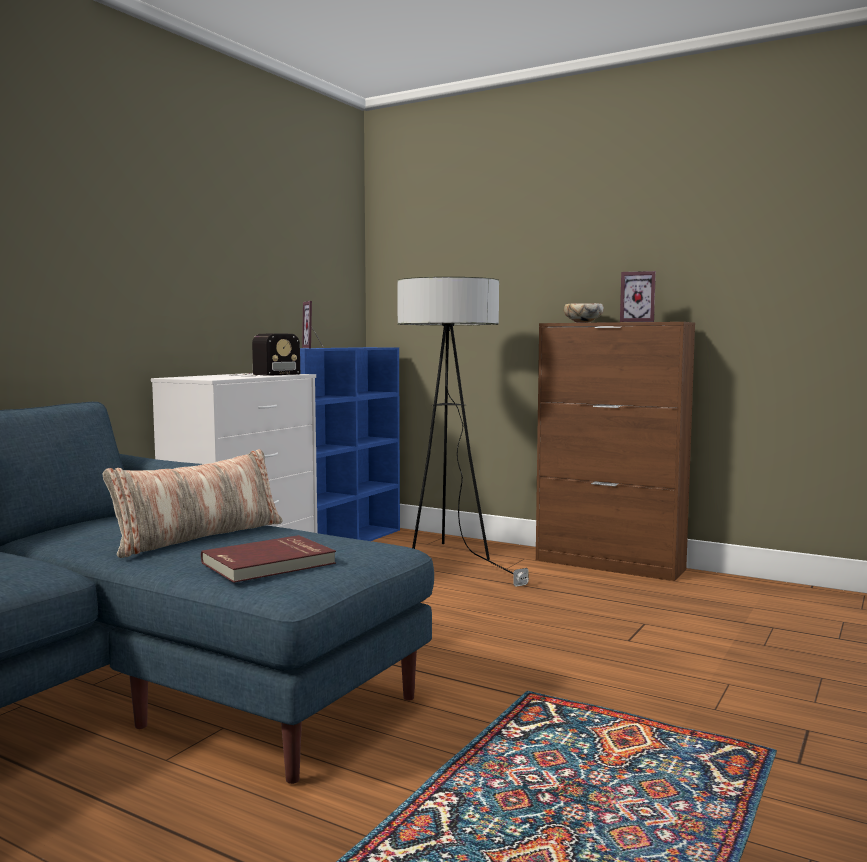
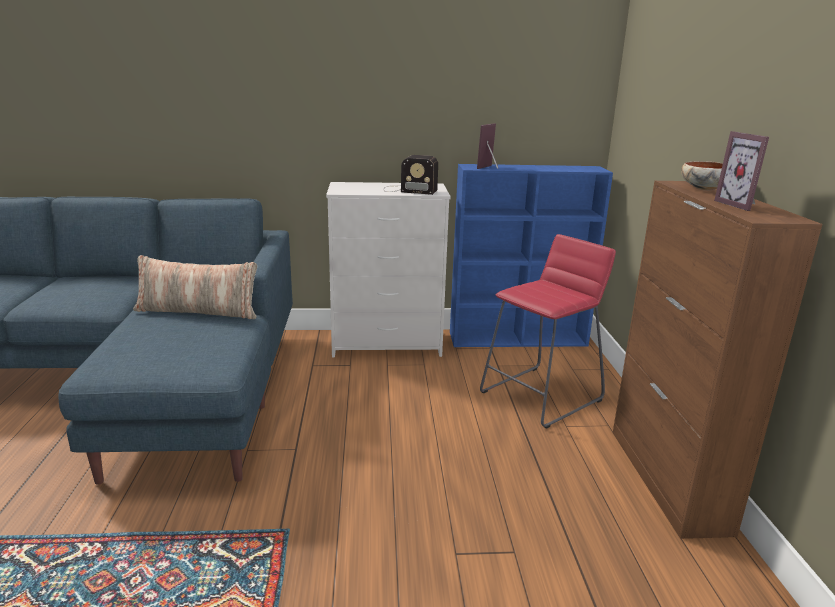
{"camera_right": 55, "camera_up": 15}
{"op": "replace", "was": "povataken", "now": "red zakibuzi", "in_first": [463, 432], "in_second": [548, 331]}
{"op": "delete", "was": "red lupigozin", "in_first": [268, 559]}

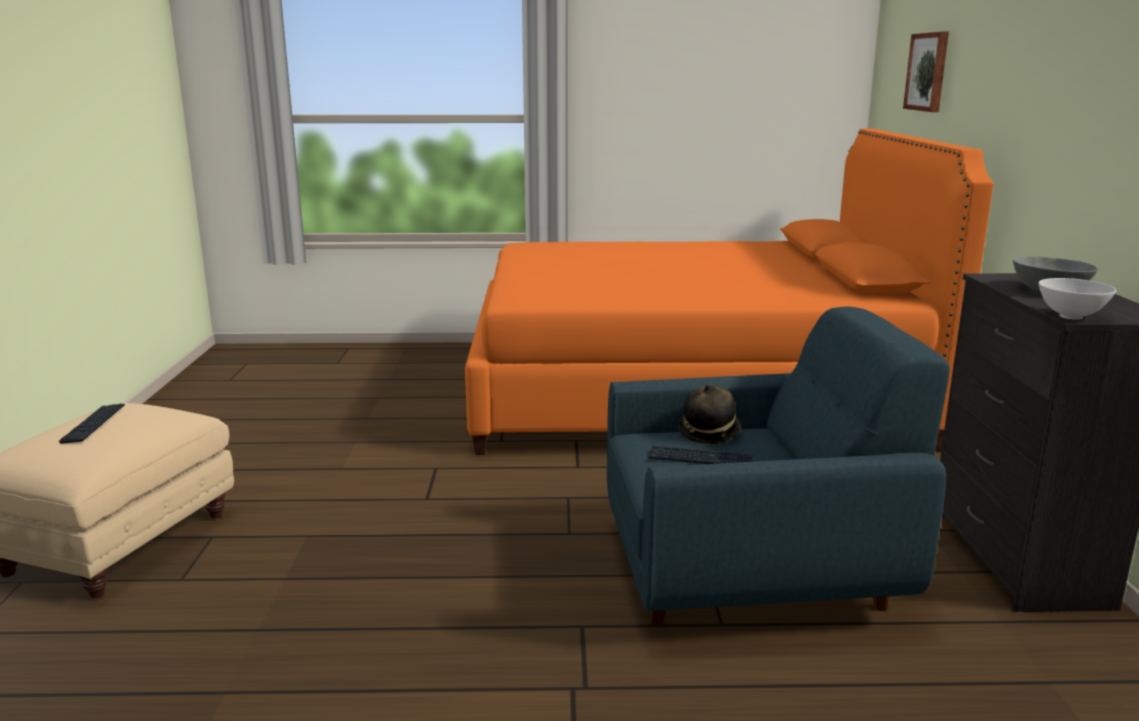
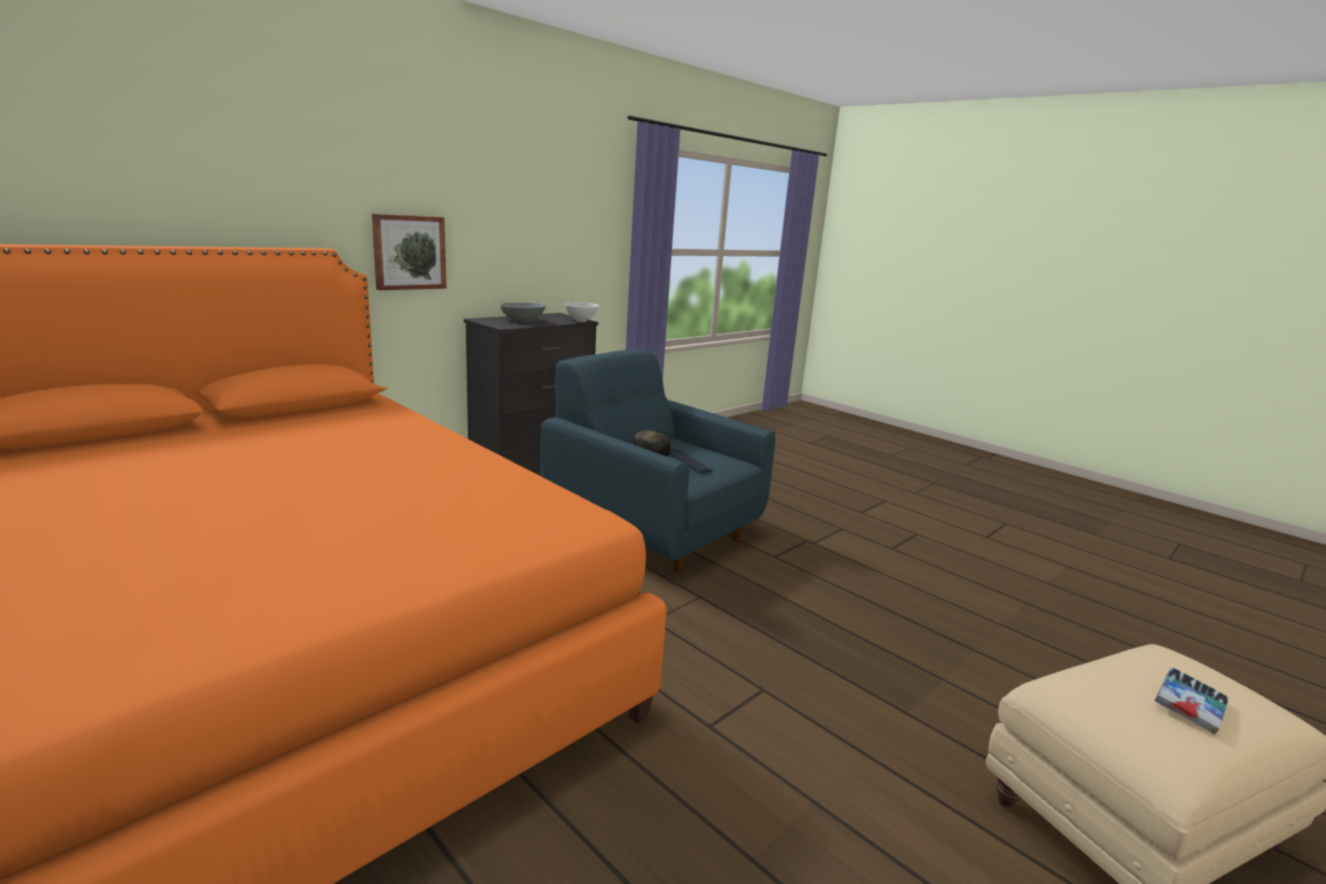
{"camera_right": -135, "camera_up": 0}
{"op": "move", "was": "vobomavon", "in_first": [926, 72], "in_second": [409, 252]}
{"op": "replace", "was": "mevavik", "now": "lupigozin", "in_first": [92, 424], "in_second": [1192, 701]}

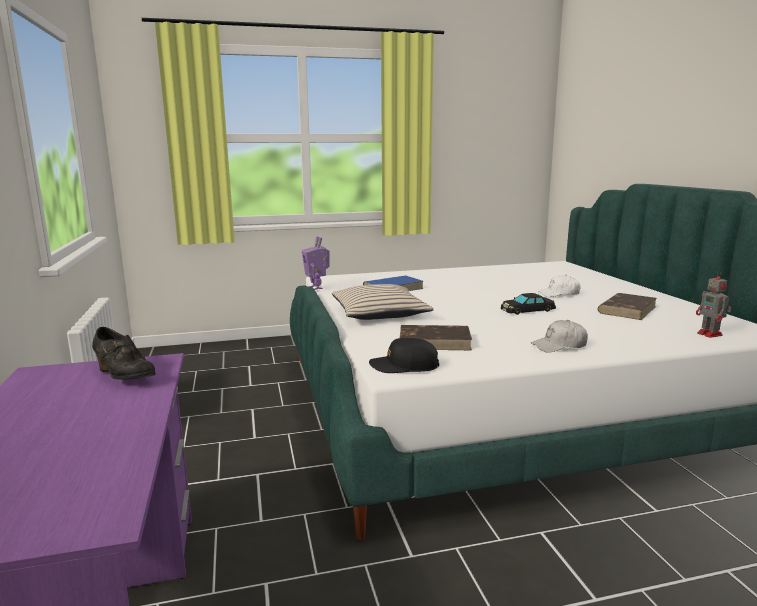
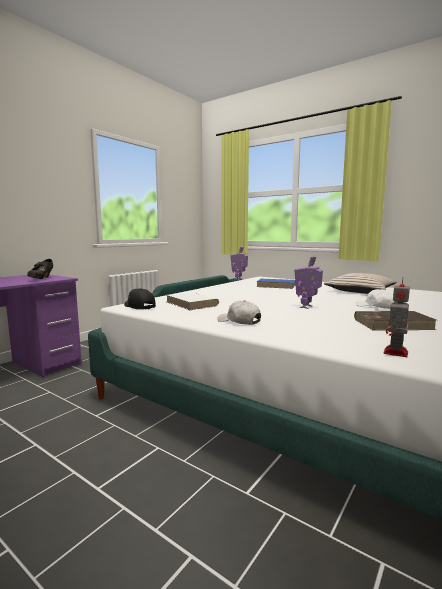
{"camera_right": 50, "camera_up": -5}
{"op": "move", "was": "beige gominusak", "in_first": [383, 302], "in_second": [360, 283]}
{"op": "replace", "was": "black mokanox", "now": "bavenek", "in_first": [528, 304], "in_second": [308, 282]}
{"op": "recolor", "was": "brown lupigozin", "now": "white lupigozin", "in_first": [436, 337], "in_second": [193, 301]}

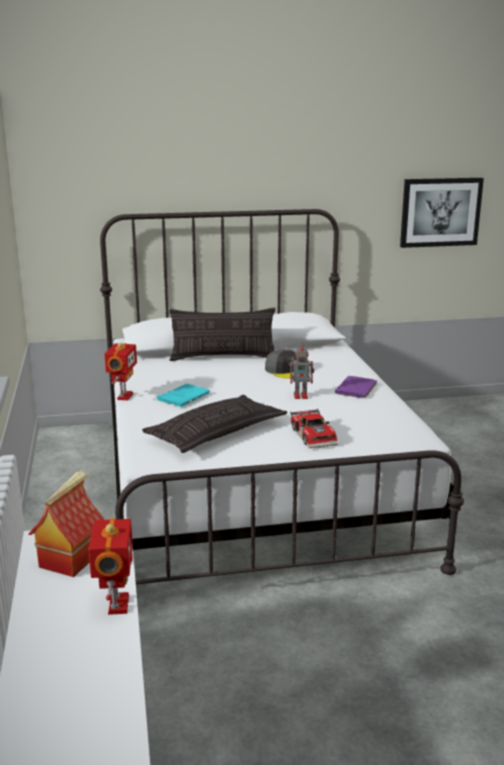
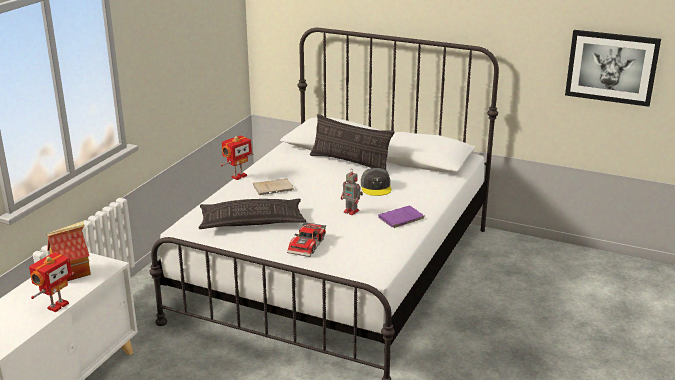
{"camera_right": 35, "camera_up": 5}
{"op": "recolor", "was": "turquoise lupigozin", "now": "beige lupigozin", "in_first": [183, 395], "in_second": [273, 186]}

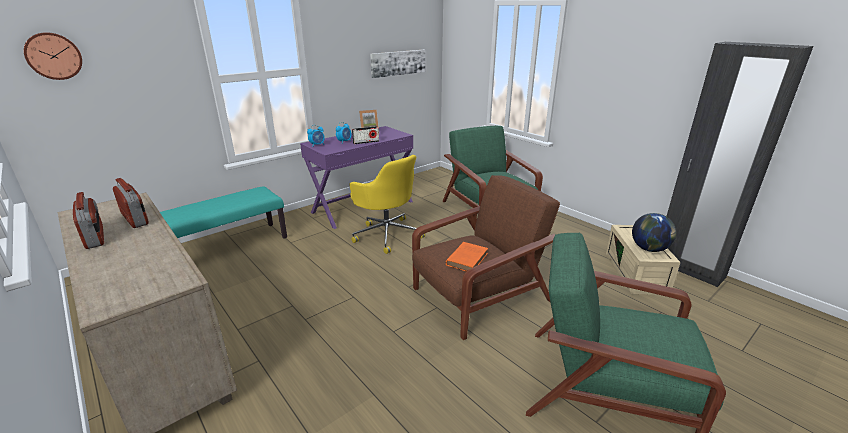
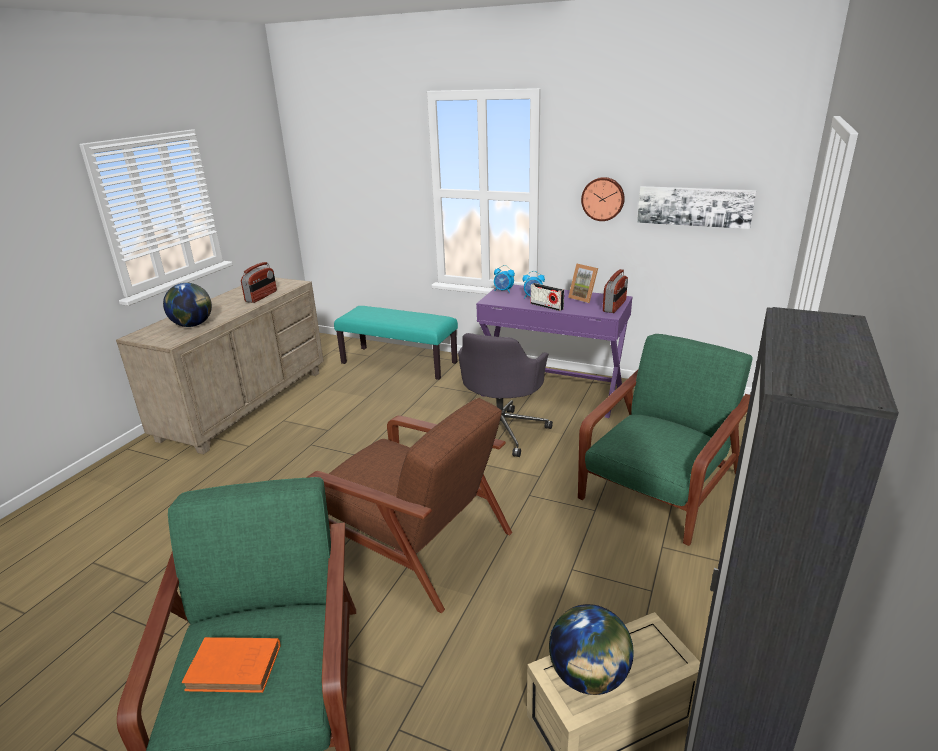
{"camera_right": 65, "camera_up": 0}
{"op": "move", "was": "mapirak", "in_first": [53, 56], "in_second": [603, 199]}
{"op": "recolor", "was": "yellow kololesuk", "now": "grey kololesuk", "in_first": [387, 204], "in_second": [505, 395]}
{"op": "move", "was": "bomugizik", "in_first": [88, 220], "in_second": [615, 291]}
{"op": "move", "was": "orange lupigozin", "in_first": [467, 256], "in_second": [231, 665]}
{"op": "insert", "now": "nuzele", "in_second": [187, 305]}

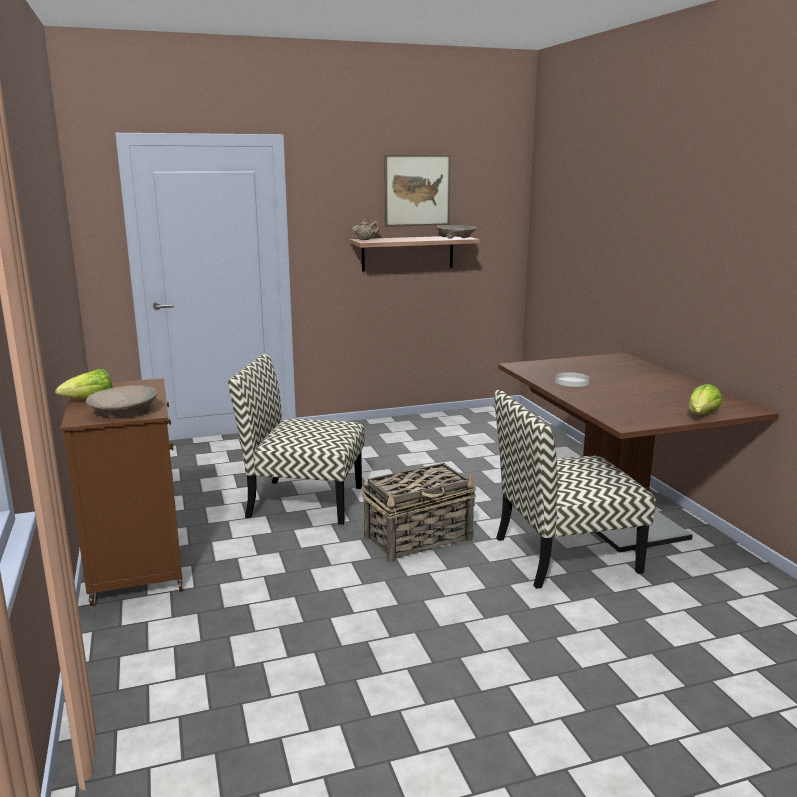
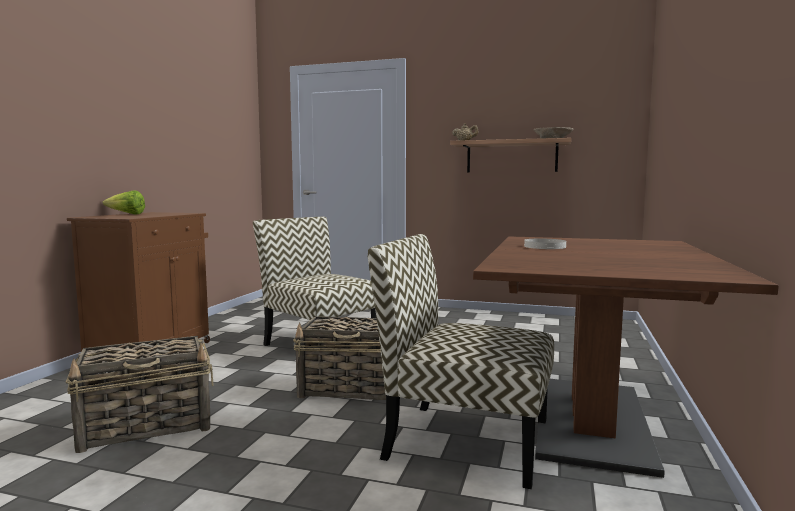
{"camera_right": 35, "camera_up": -10}
{"op": "delete", "was": "vobomavon", "in_first": [417, 191]}
{"op": "delete", "was": "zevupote", "in_first": [705, 399]}
{"op": "delete", "was": "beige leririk", "in_first": [121, 401]}
{"op": "insert", "now": "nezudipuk", "in_second": [139, 394]}

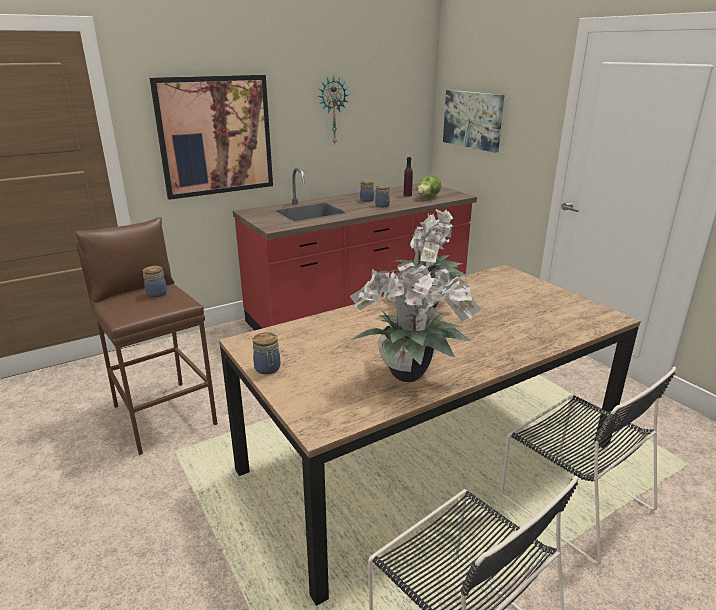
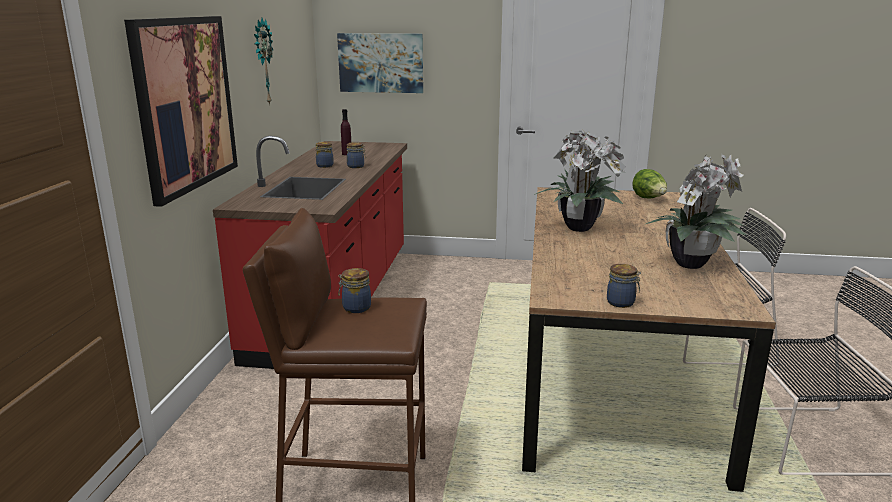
{"camera_right": -50, "camera_up": -5}
{"op": "move", "was": "zevupote", "in_first": [429, 186], "in_second": [649, 184]}

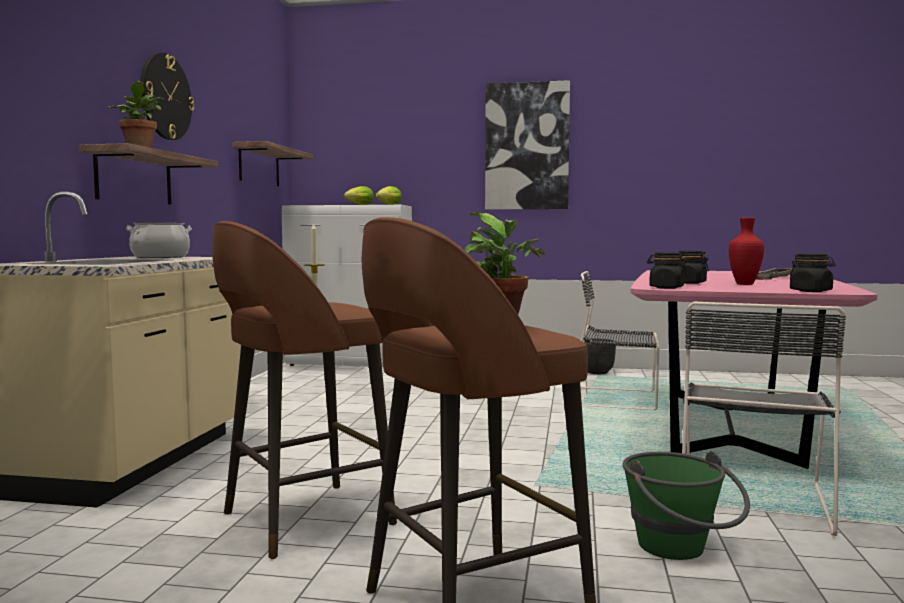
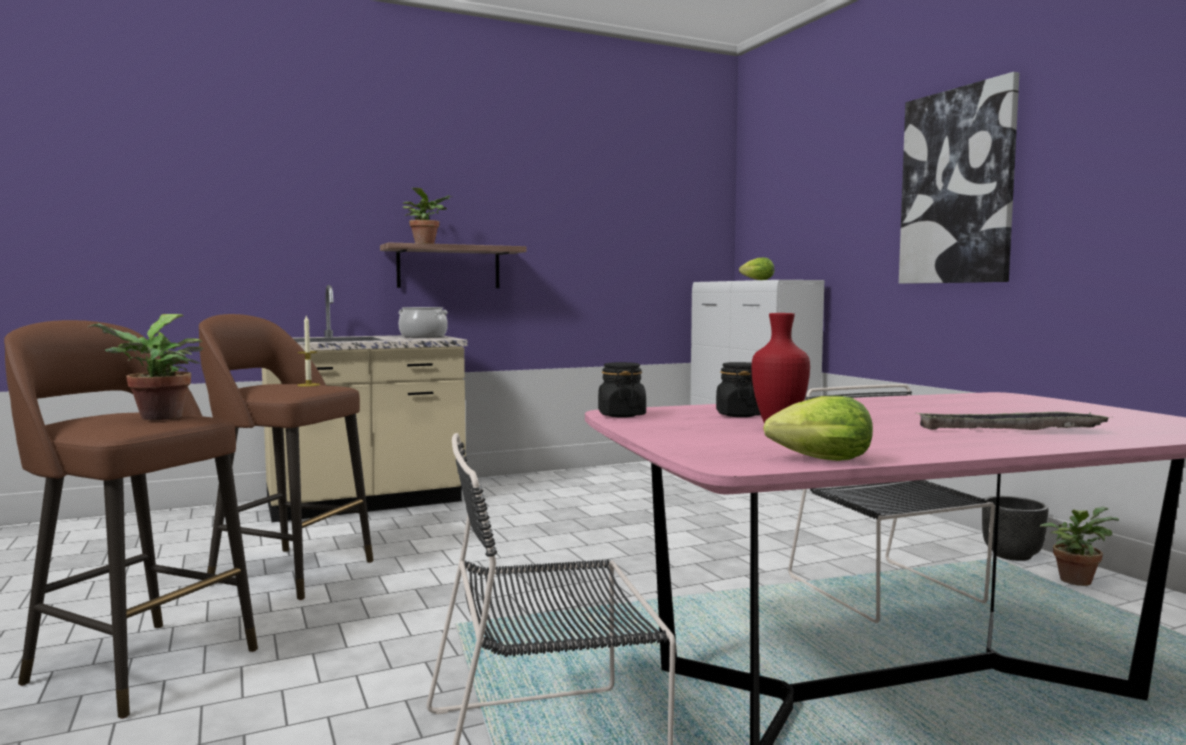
{"camera_right": 55, "camera_up": 0}
{"op": "delete", "was": "mapirak", "in_first": [167, 96]}
{"op": "delete", "was": "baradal", "in_first": [272, 163]}
{"op": "move", "was": "zevupote", "in_first": [389, 195], "in_second": [818, 428]}
{"op": "delete", "was": "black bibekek", "in_first": [813, 272]}
{"op": "delete", "was": "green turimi", "in_first": [686, 505]}
{"op": "insert", "now": "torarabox", "in_second": [1079, 546]}

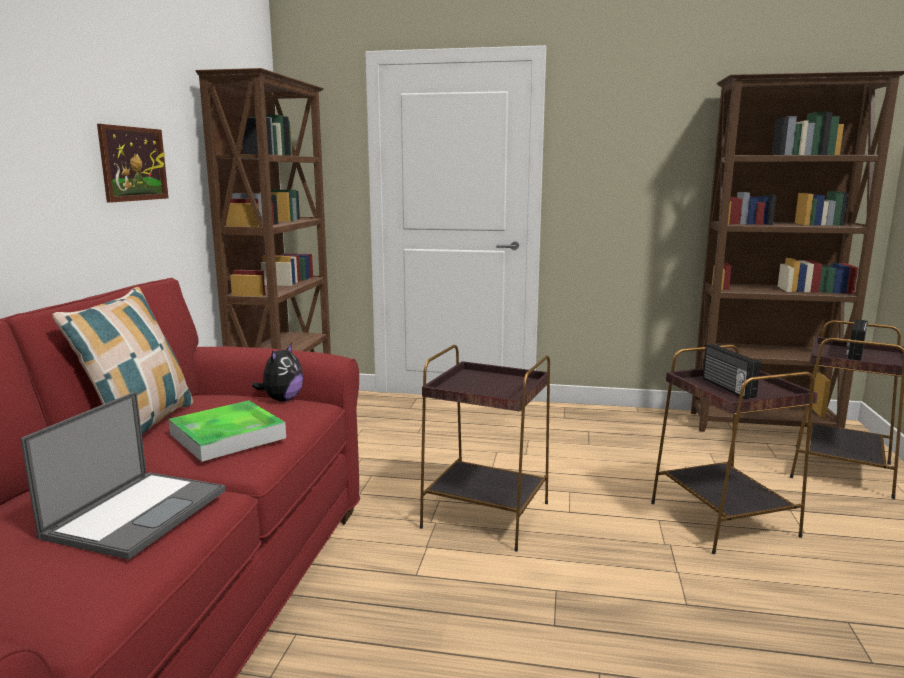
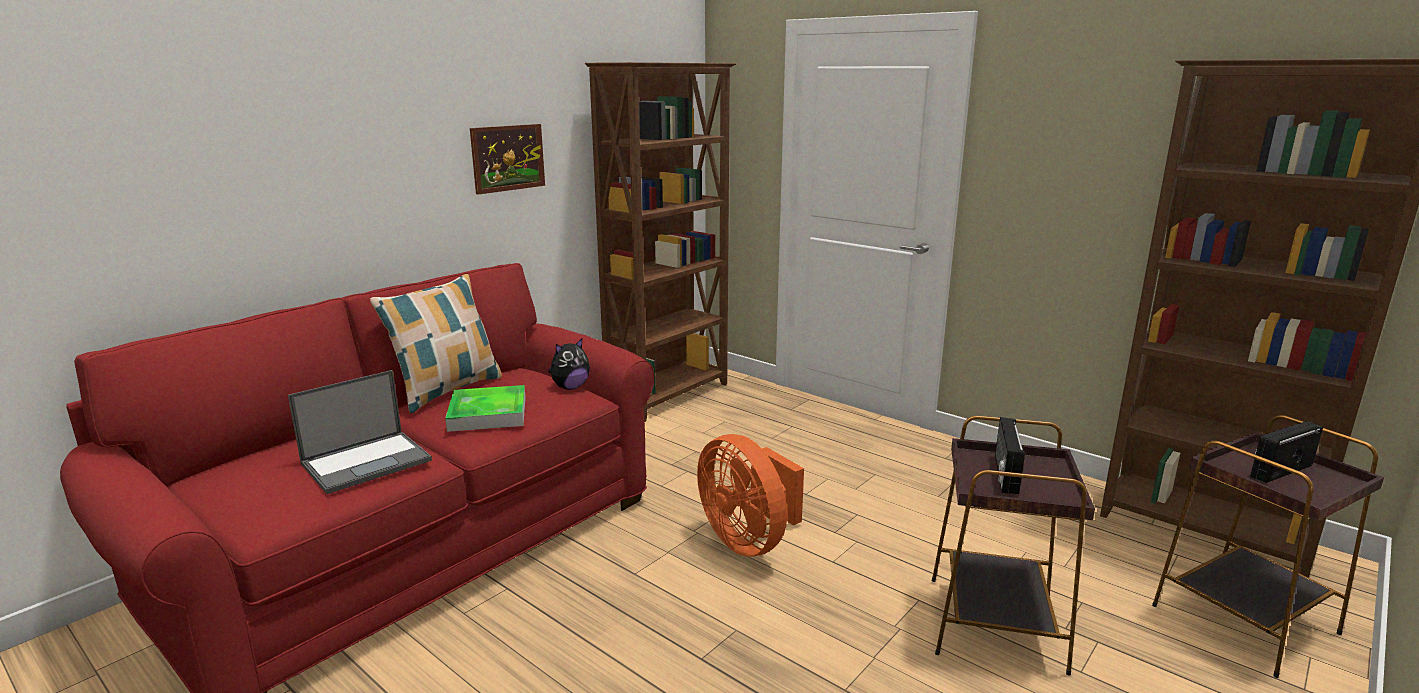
{"camera_right": 30, "camera_up": 5}
{"op": "replace", "was": "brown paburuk", "now": "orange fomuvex", "in_first": [485, 448], "in_second": [750, 495]}

